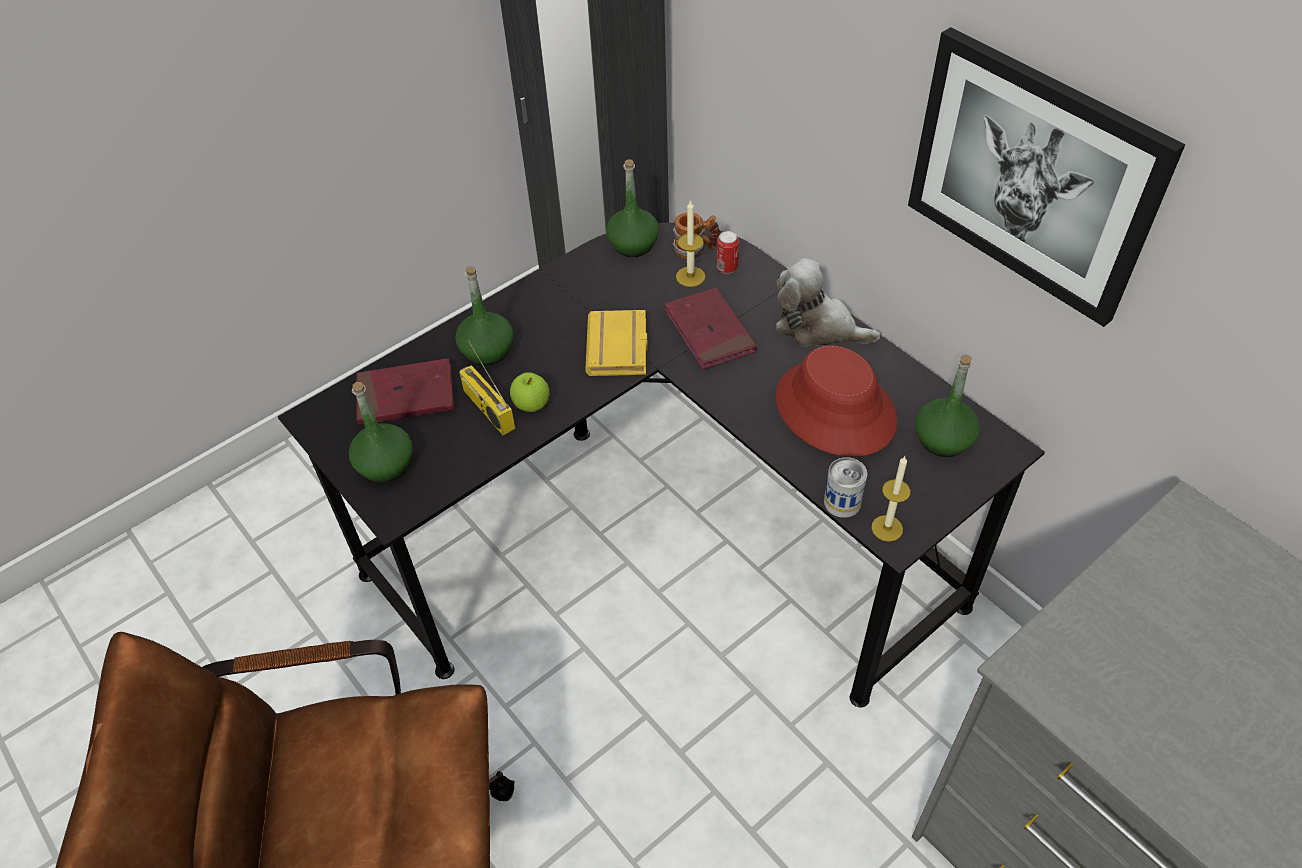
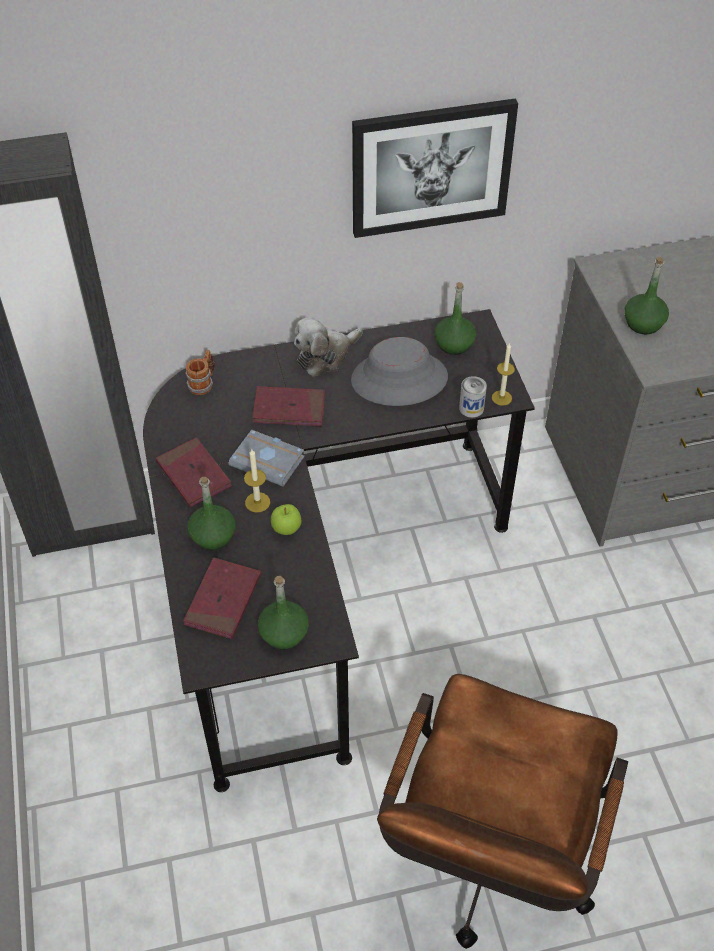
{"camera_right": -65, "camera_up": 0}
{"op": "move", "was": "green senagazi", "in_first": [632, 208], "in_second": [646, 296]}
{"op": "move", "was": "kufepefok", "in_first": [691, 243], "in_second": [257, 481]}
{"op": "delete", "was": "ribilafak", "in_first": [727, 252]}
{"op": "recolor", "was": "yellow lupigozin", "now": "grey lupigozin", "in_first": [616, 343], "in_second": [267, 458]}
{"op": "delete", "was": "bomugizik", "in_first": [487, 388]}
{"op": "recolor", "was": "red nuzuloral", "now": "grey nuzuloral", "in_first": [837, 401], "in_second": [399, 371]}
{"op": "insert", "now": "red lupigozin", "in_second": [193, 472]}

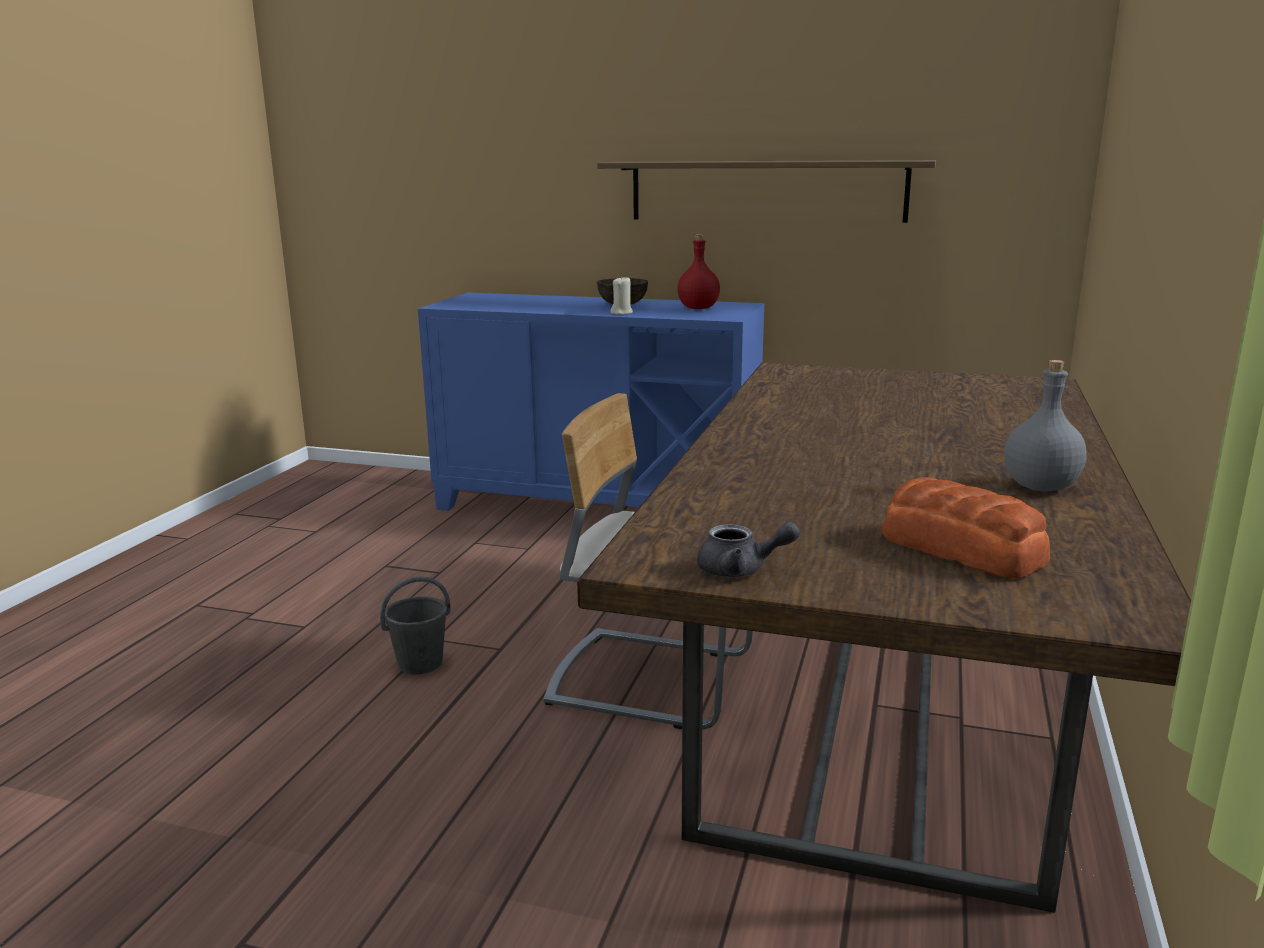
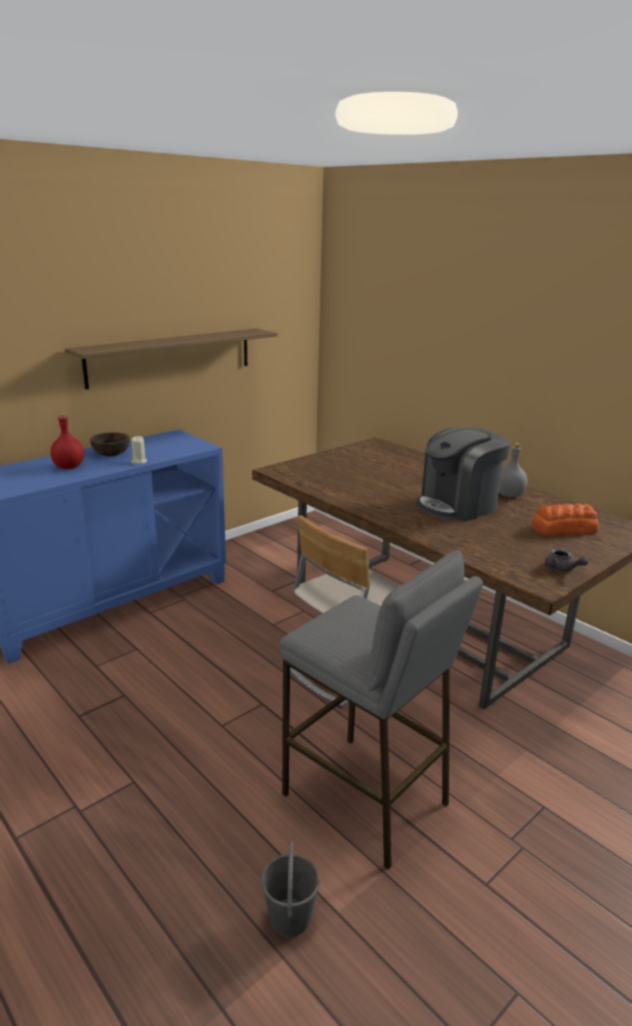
{"camera_right": -60, "camera_up": 5}
{"op": "move", "was": "red senagazi", "in_first": [698, 271], "in_second": [67, 441]}
{"op": "rotate", "was": "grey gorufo", "in_first": [748, 549], "in_second": [567, 560], "clockwise": 105}
{"op": "move", "was": "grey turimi", "in_first": [415, 625], "in_second": [290, 889]}
{"op": "insert", "now": "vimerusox", "in_second": [463, 474]}
{"op": "insert", "now": "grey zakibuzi", "in_second": [381, 710]}

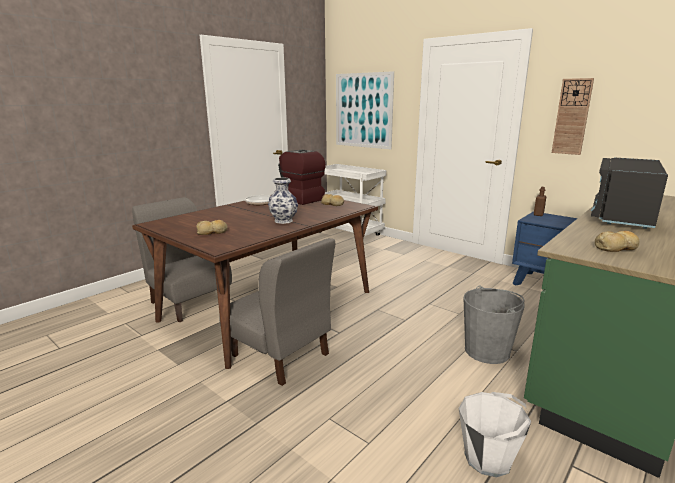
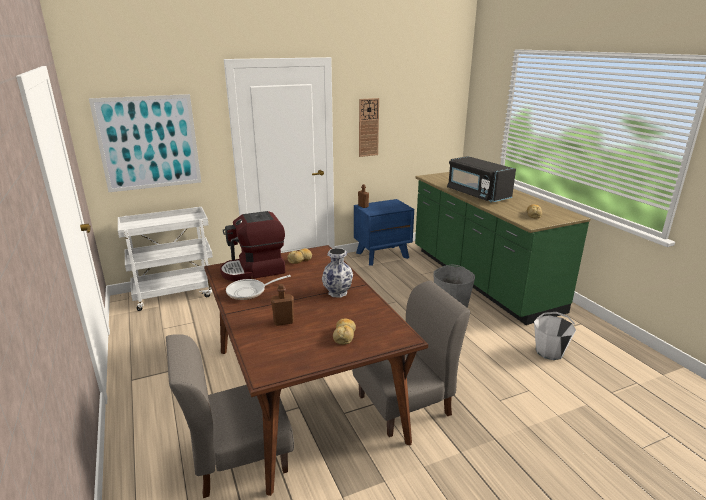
{"camera_right": -65, "camera_up": 5}
{"op": "insert", "now": "brown senagazi", "in_second": [282, 305]}

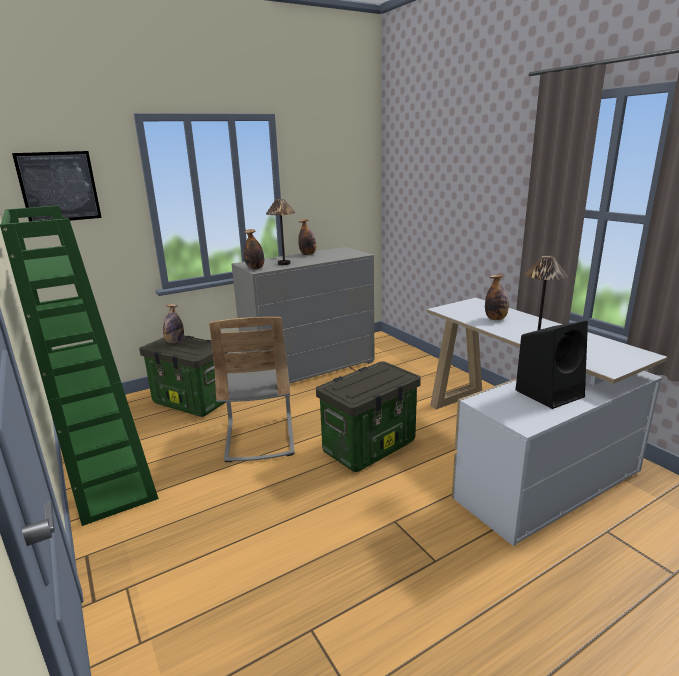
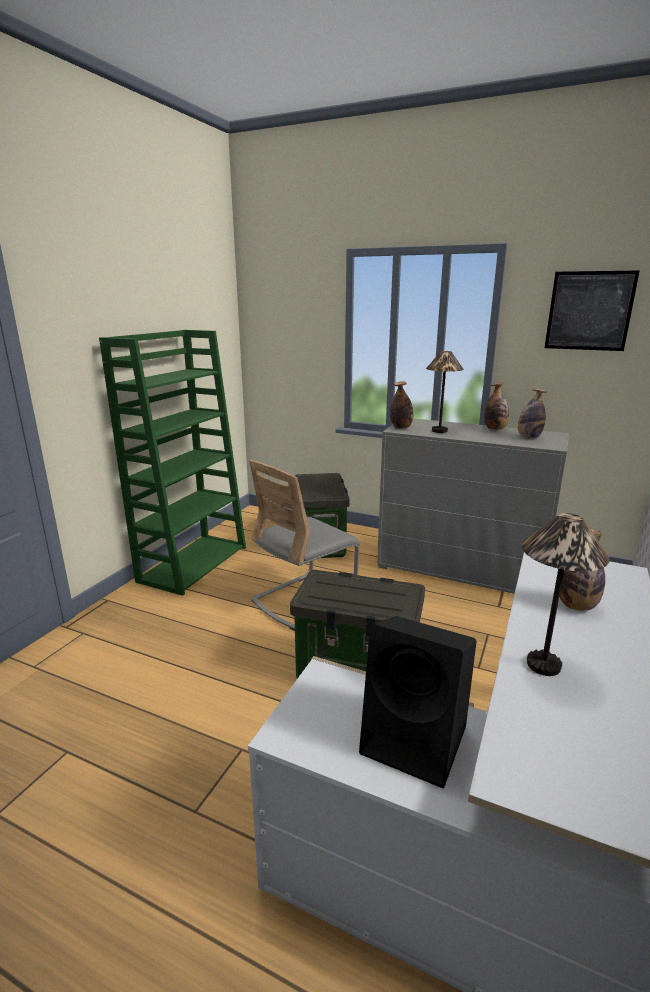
{"camera_right": 55, "camera_up": 0}
{"op": "move", "was": "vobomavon", "in_first": [57, 186], "in_second": [592, 310]}
{"op": "move", "was": "senagazi", "in_first": [173, 323], "in_second": [532, 413]}

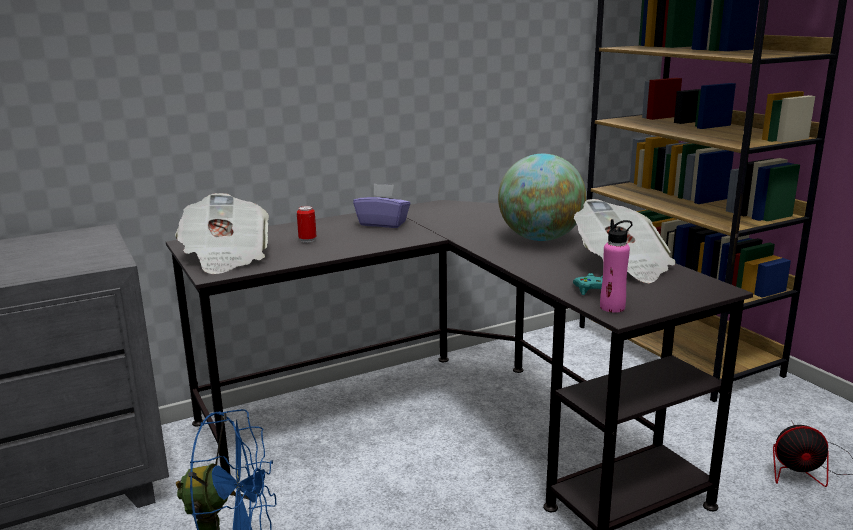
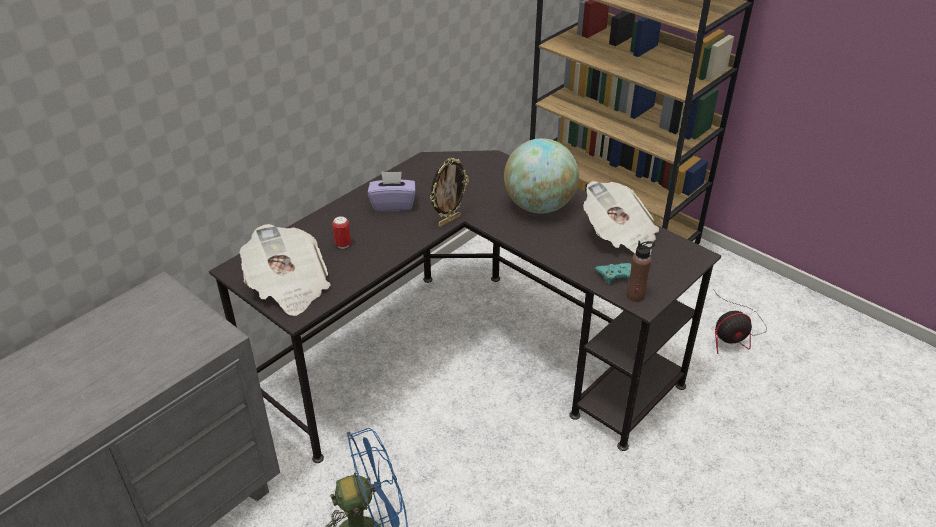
{"camera_right": -20, "camera_up": 20}
{"op": "recolor", "was": "pink senagazi", "now": "brown senagazi", "in_first": [616, 266], "in_second": [640, 271]}
{"op": "insert", "now": "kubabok", "in_second": [449, 192]}

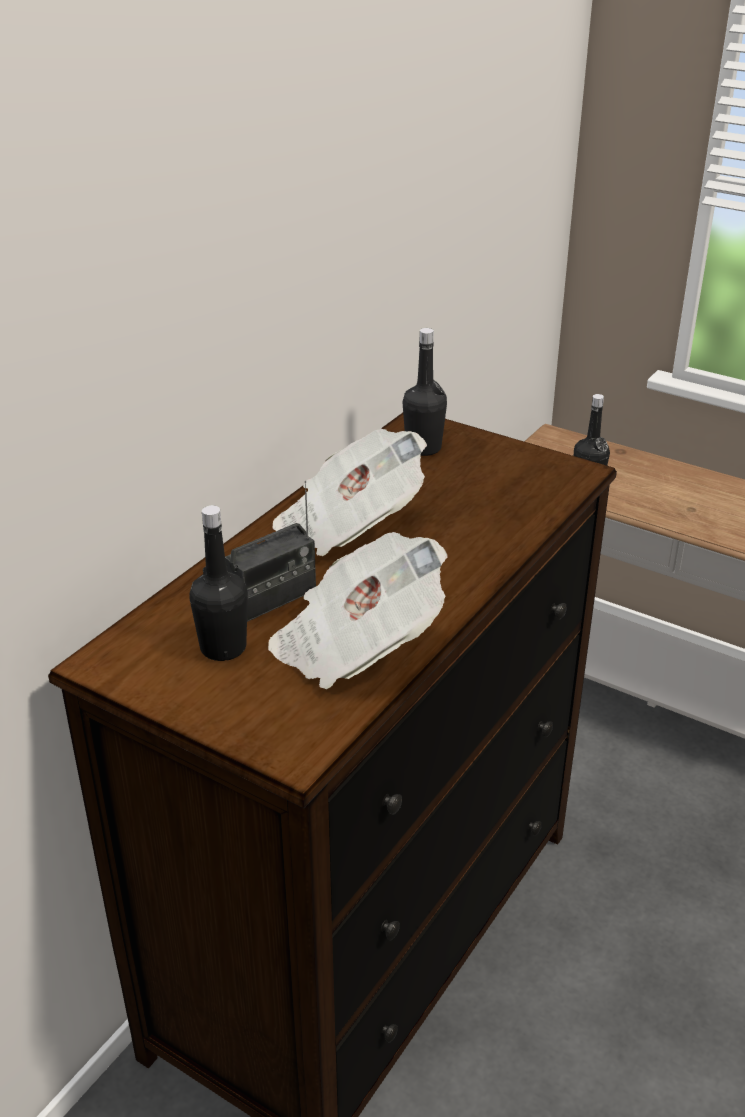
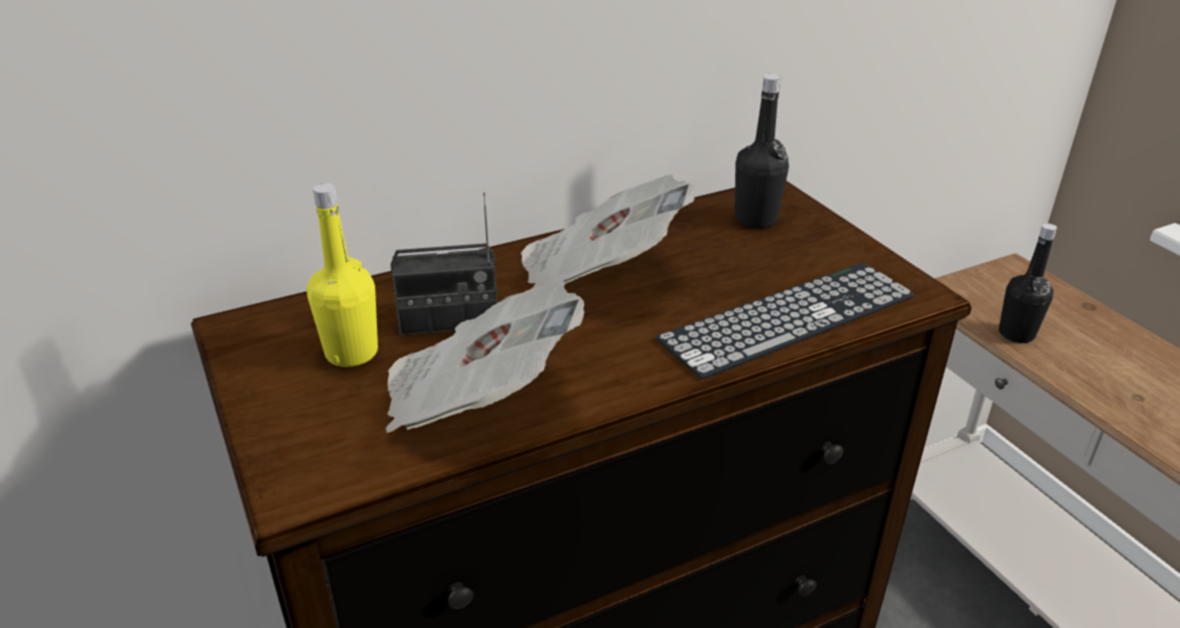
{"camera_right": 30, "camera_up": 0}
{"op": "recolor", "was": "black senagazi", "now": "yellow senagazi", "in_first": [218, 583], "in_second": [342, 275]}
{"op": "insert", "now": "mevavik", "in_second": [785, 321]}

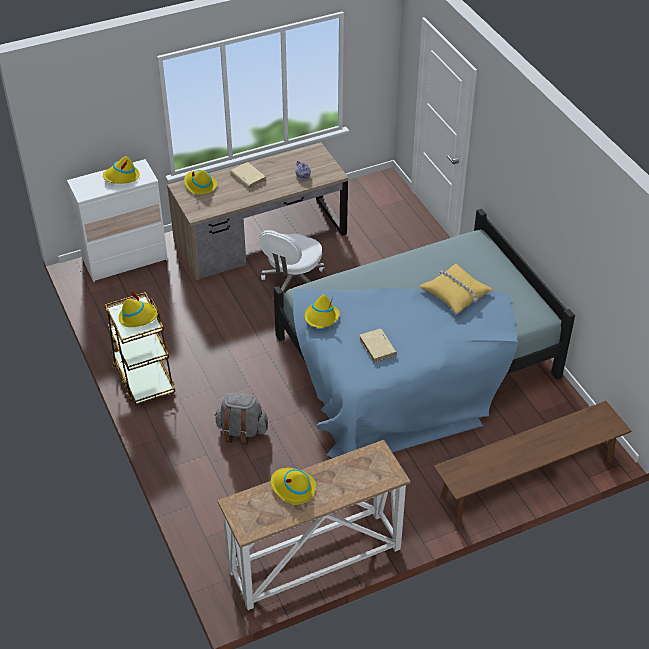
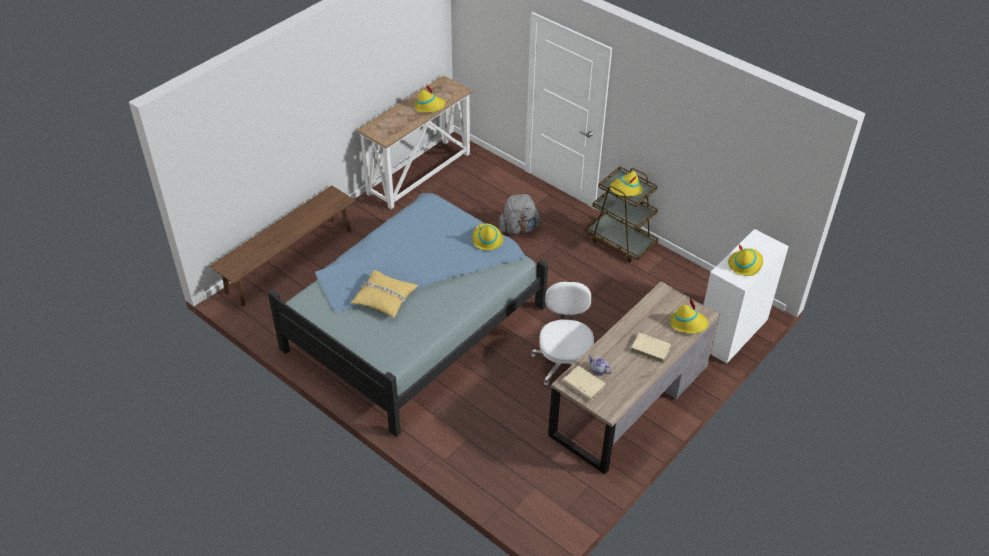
{"camera_right": 155, "camera_up": 0}
{"op": "move", "was": "beige lupigozin", "in_first": [378, 346], "in_second": [584, 383]}

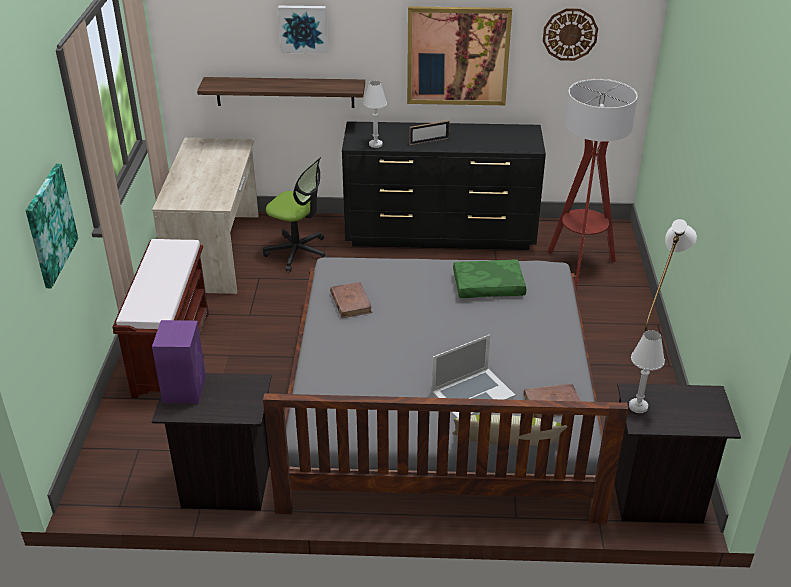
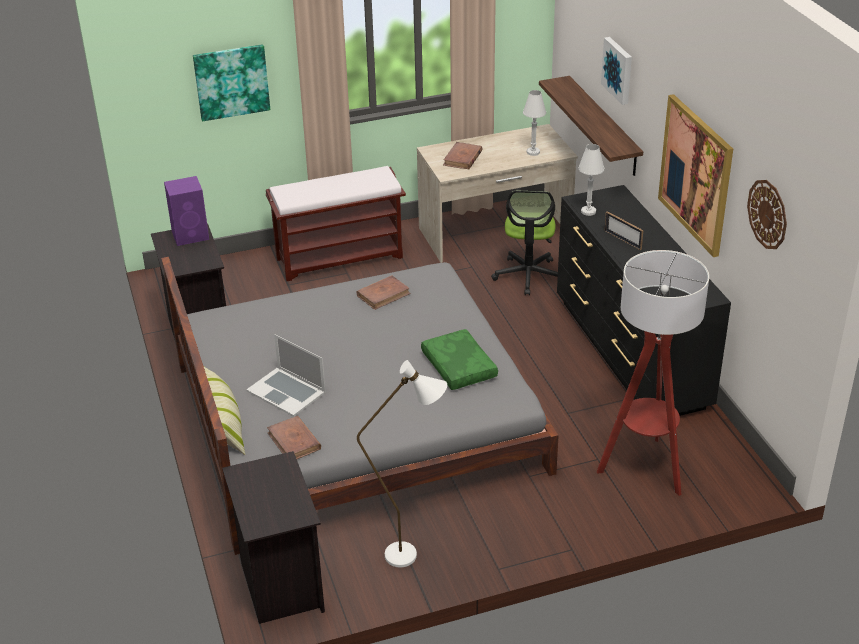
{"camera_right": 70, "camera_up": 0}
{"op": "move", "was": "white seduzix", "in_first": [647, 371], "in_second": [534, 123]}
{"op": "insert", "now": "brown lupigozin", "in_second": [463, 155]}

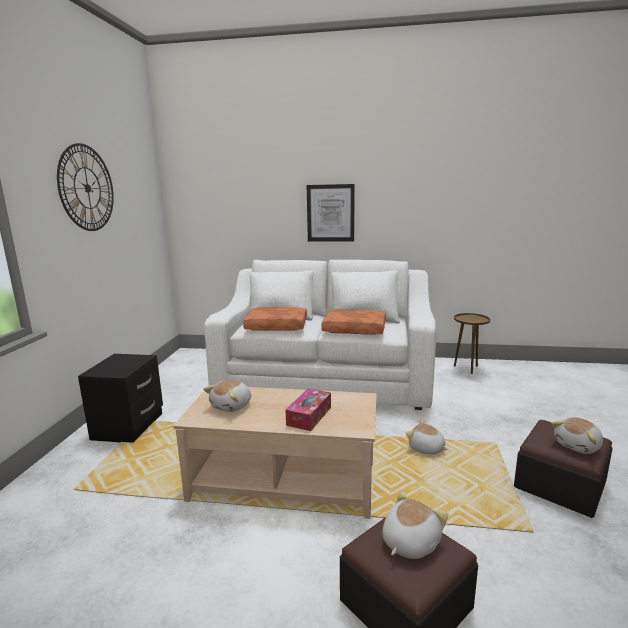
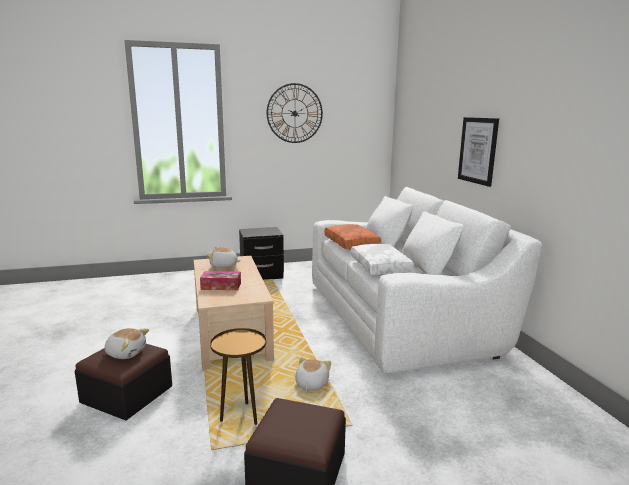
{"camera_right": 65, "camera_up": 0}
{"op": "recolor", "was": "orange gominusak", "now": "white gominusak", "in_first": [353, 322], "in_second": [382, 259]}
{"op": "move", "was": "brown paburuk", "in_first": [472, 343], "in_second": [238, 376]}
{"op": "delete", "was": "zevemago", "in_first": [577, 435]}

